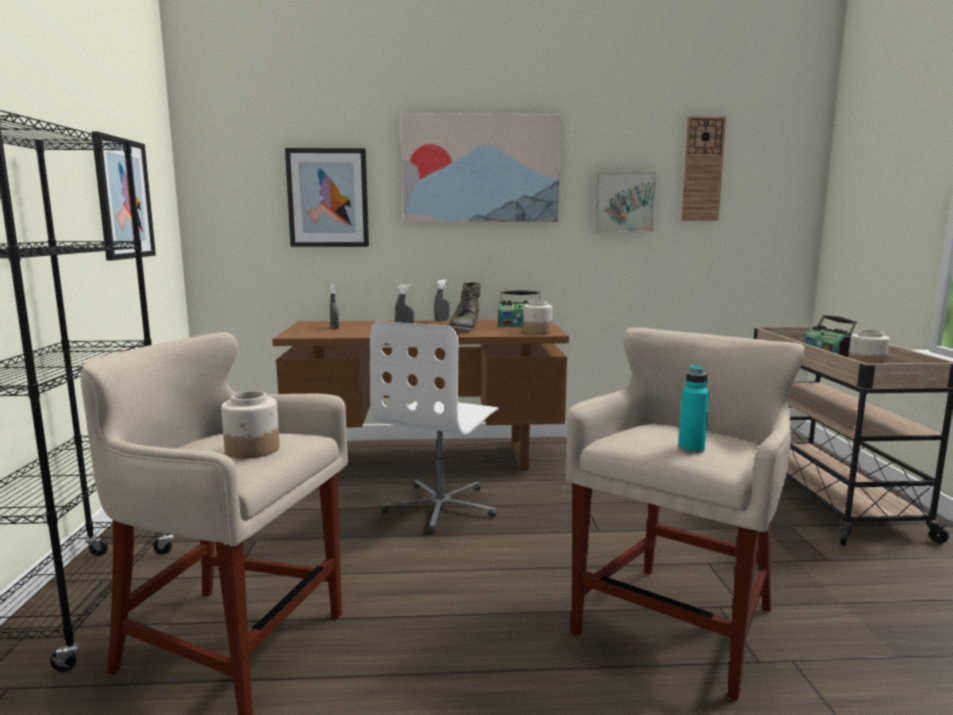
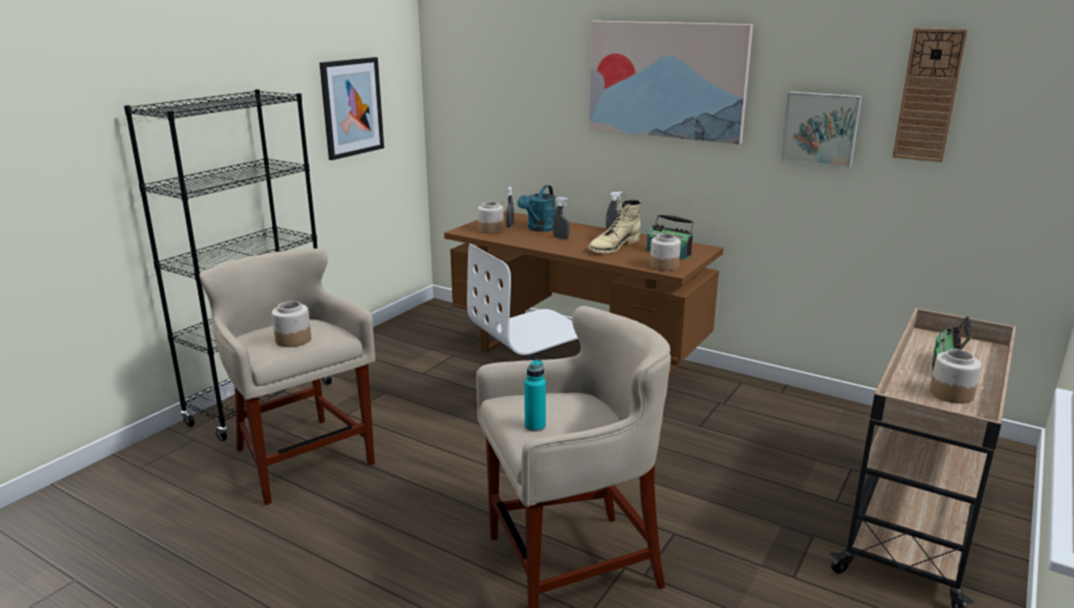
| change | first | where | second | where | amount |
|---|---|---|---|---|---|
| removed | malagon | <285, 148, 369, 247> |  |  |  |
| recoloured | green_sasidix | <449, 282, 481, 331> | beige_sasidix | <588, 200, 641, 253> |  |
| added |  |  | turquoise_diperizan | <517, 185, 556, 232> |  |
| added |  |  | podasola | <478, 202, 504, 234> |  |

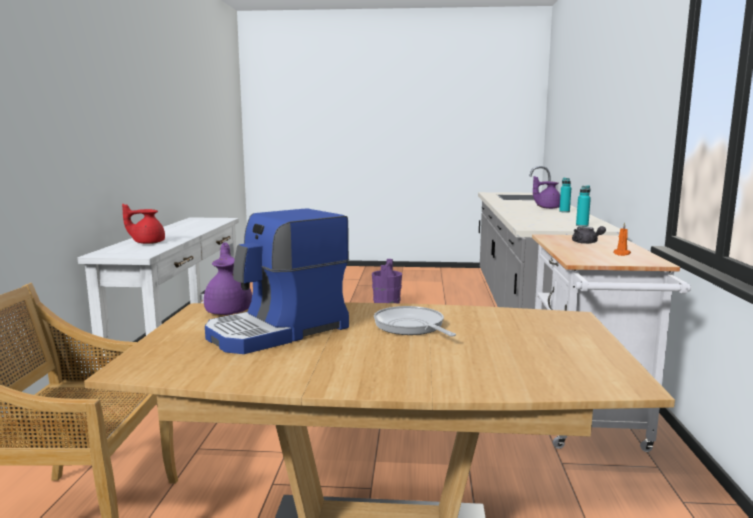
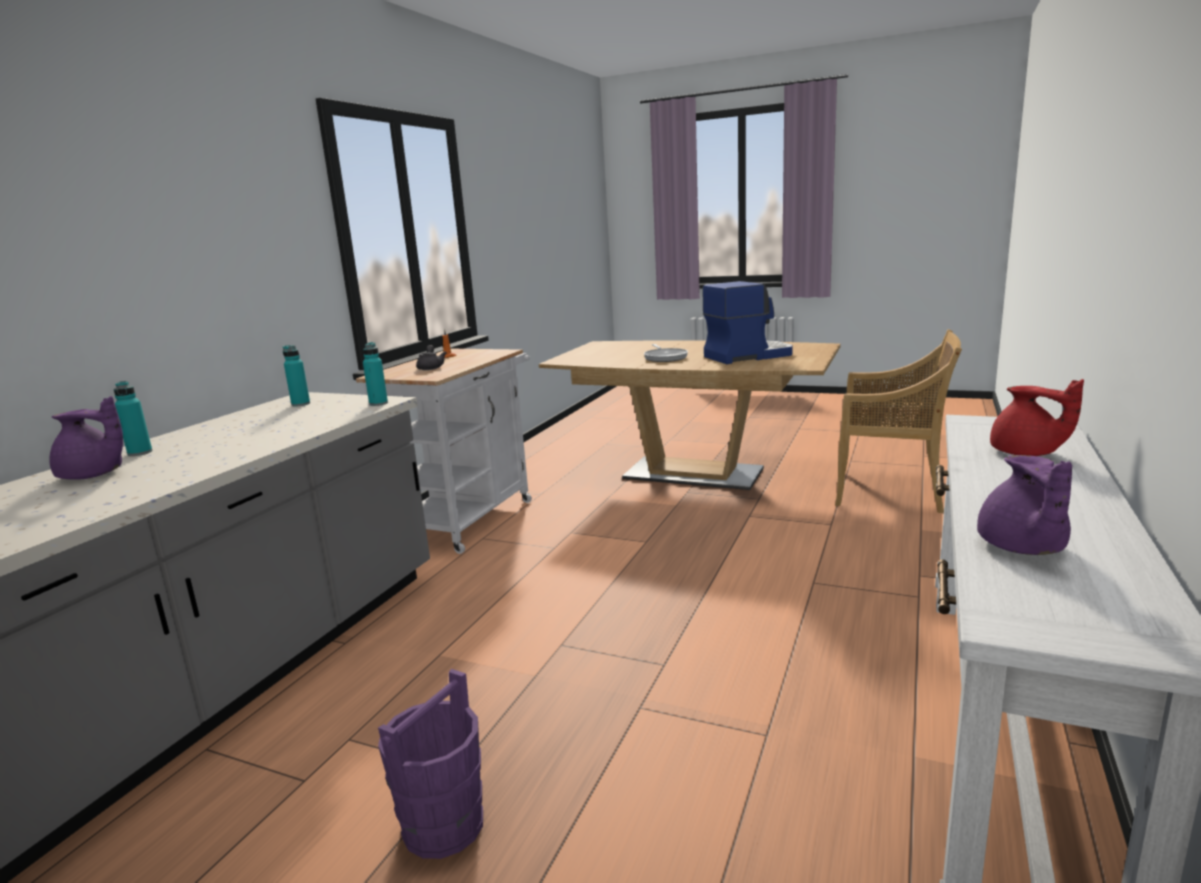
| change | first | where | second | where | amount |
|---|---|---|---|---|---|
| turned | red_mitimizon | <122, 204, 165, 244> |  | <990, 379, 1084, 456> | 45 degrees clockwise |
| moved | purple_mitimizon | <204, 242, 252, 315> |  | <977, 455, 1072, 555> |  |
| added |  |  | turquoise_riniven | <363, 342, 388, 406> |  |

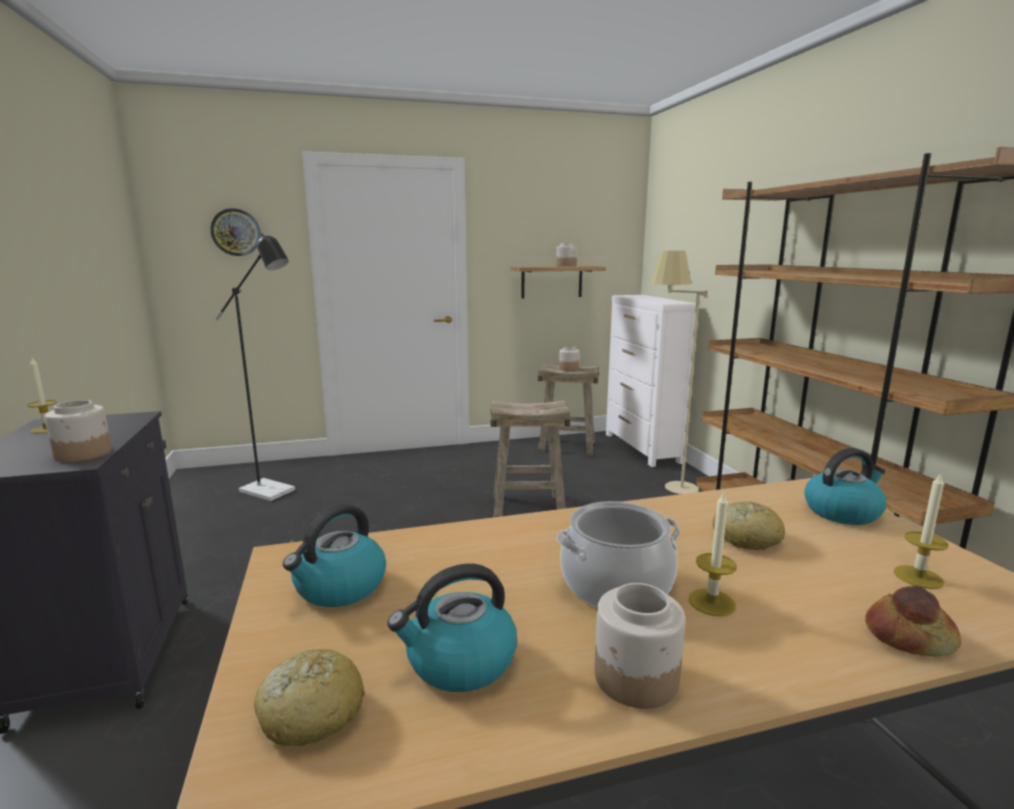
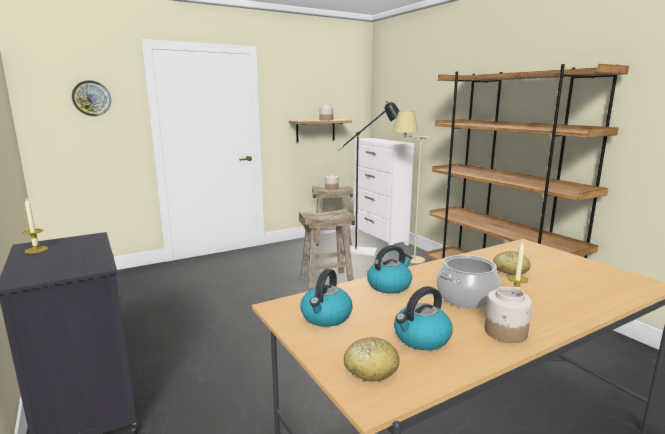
| change | first | where | second | where | amount |
|---|---|---|---|---|---|
| moved | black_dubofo | <215, 233, 295, 501> |  | <337, 101, 399, 256> |  |
| removed | podasola | <45, 400, 112, 462> |  |  |  |
| moved | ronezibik | <804, 448, 886, 525> |  | <367, 245, 413, 294> |  |
| removed | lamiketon | <894, 472, 948, 589> |  |  |  |
| removed | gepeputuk | <865, 586, 961, 657> |  |  |  |

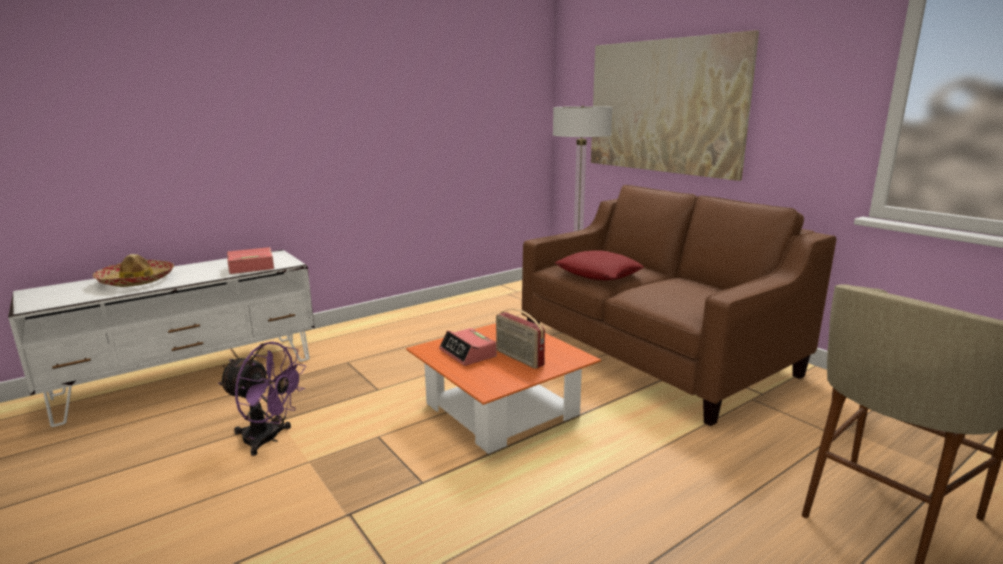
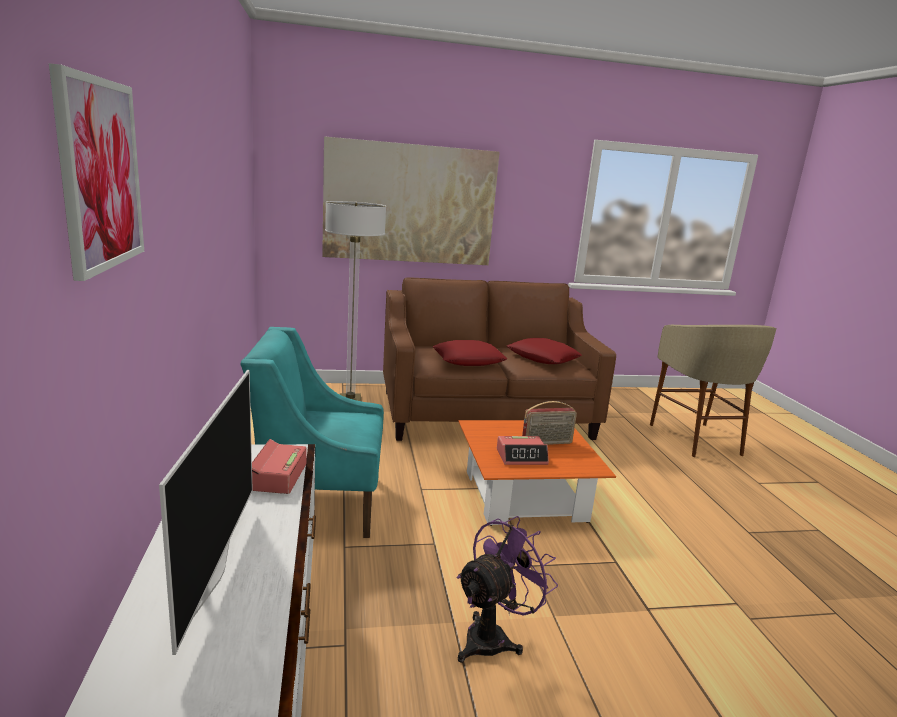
| change | first | where | second | where | amount |
|---|---|---|---|---|---|
| replaced | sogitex | <93, 254, 174, 287> | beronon | <159, 370, 253, 655> |  |
| added |  |  | malagon | <49, 63, 144, 281> |  |
| added |  |  | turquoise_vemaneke | <241, 327, 384, 538> |  |
| added |  |  | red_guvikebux | <507, 338, 582, 364> |  |

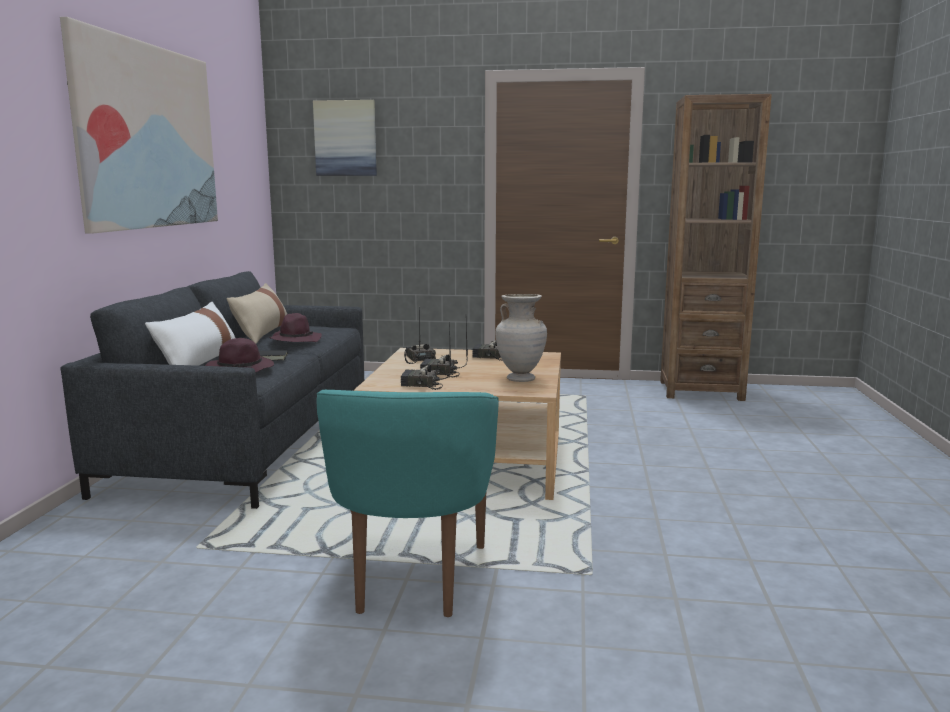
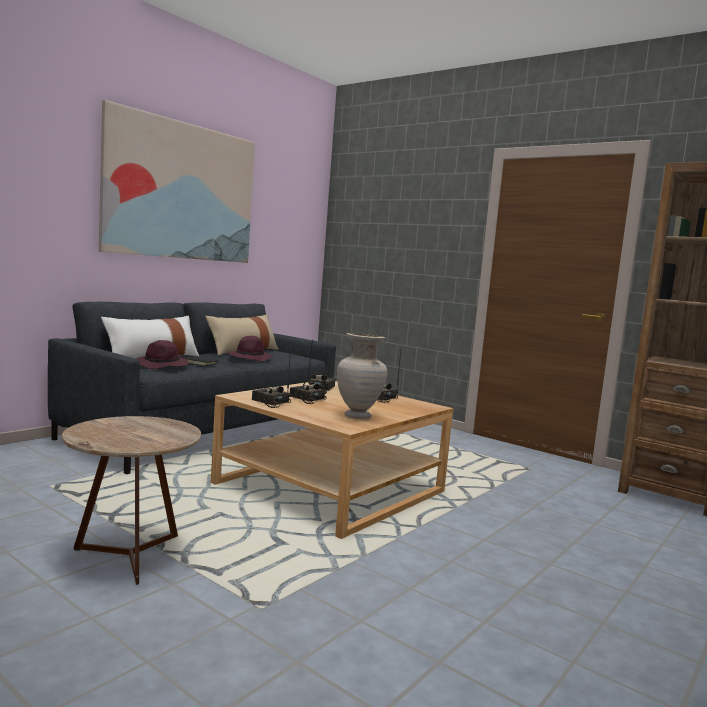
| change | first | where | second | where | amount |
|---|---|---|---|---|---|
| removed | malagon | <313, 100, 377, 176> |  |  |  |
| replaced | turquoise_vemaneke | <317, 390, 499, 617> | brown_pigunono | <62, 416, 201, 585> |  |

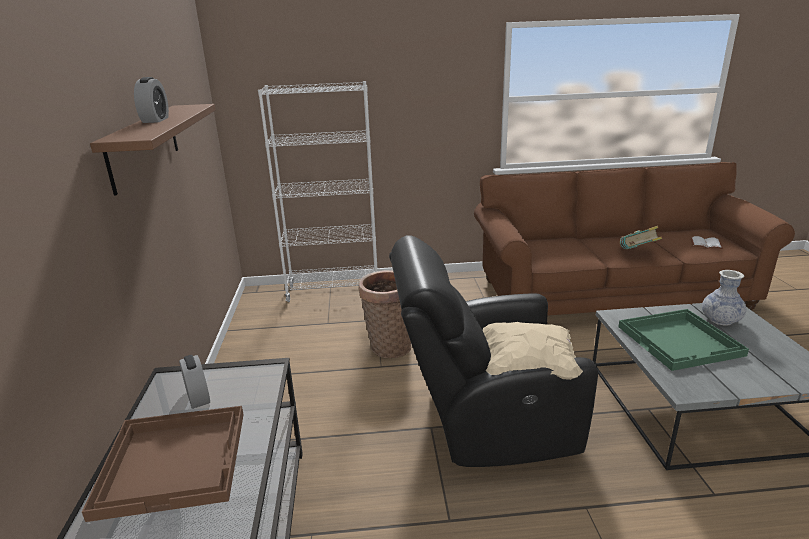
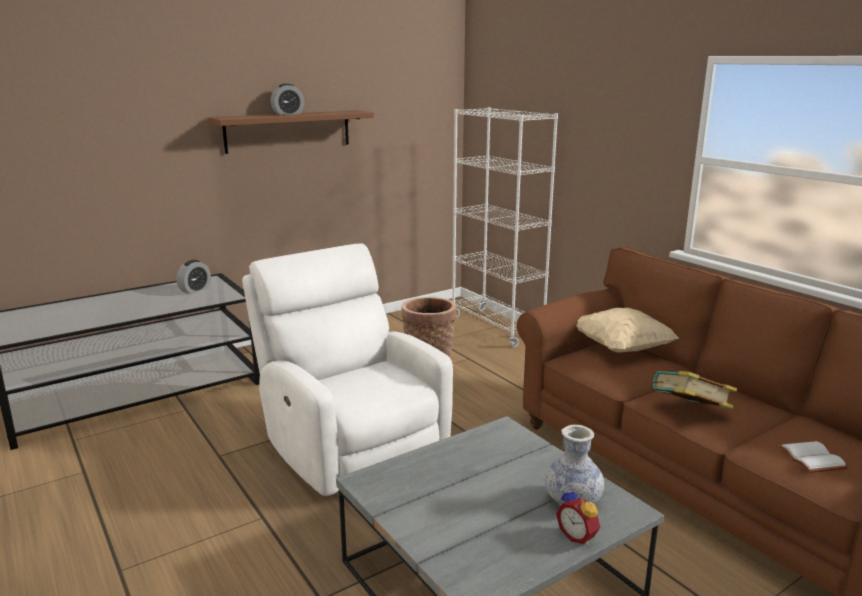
| change | first | where | second | where | amount |
|---|---|---|---|---|---|
| recoloured | black_vemaneke | <389, 235, 598, 467> | white_vemaneke | <242, 243, 453, 496> |  |
| removed | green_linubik | <618, 309, 749, 371> |  |  |  |
| moved | beige_guvikebux | <483, 322, 583, 380> |  | <577, 308, 679, 353> |  |
| removed | brown_linubik | <82, 406, 244, 522> |  |  |  |
| added |  |  | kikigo | <556, 488, 600, 545> |  |

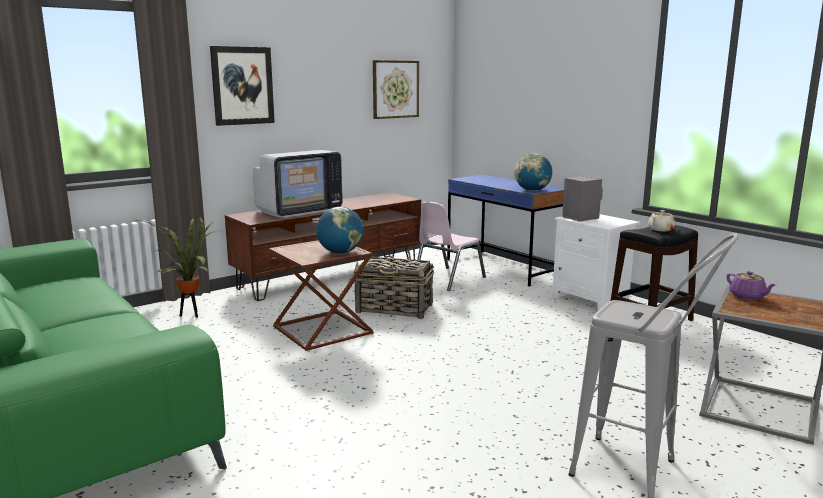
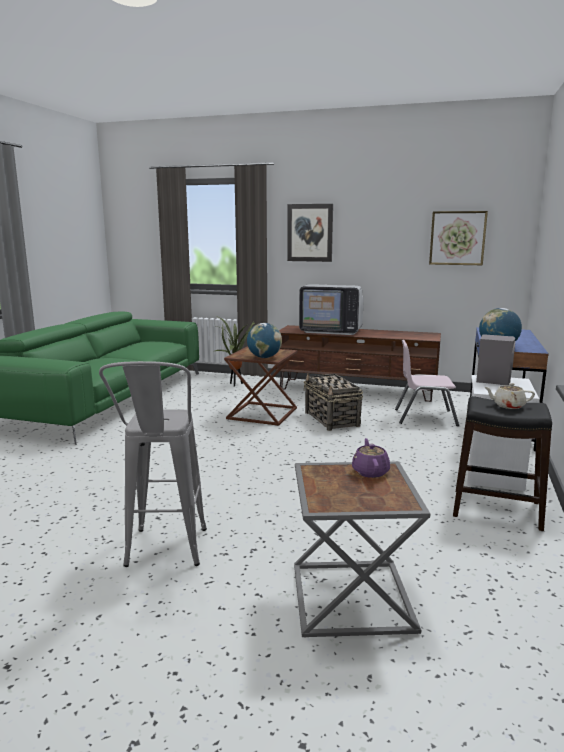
| change | first | where | second | where | amount |
|---|---|---|---|---|---|
| turned | purple_mitimizon | <726, 271, 776, 300> |  | <352, 438, 390, 478> | 150 degrees clockwise |

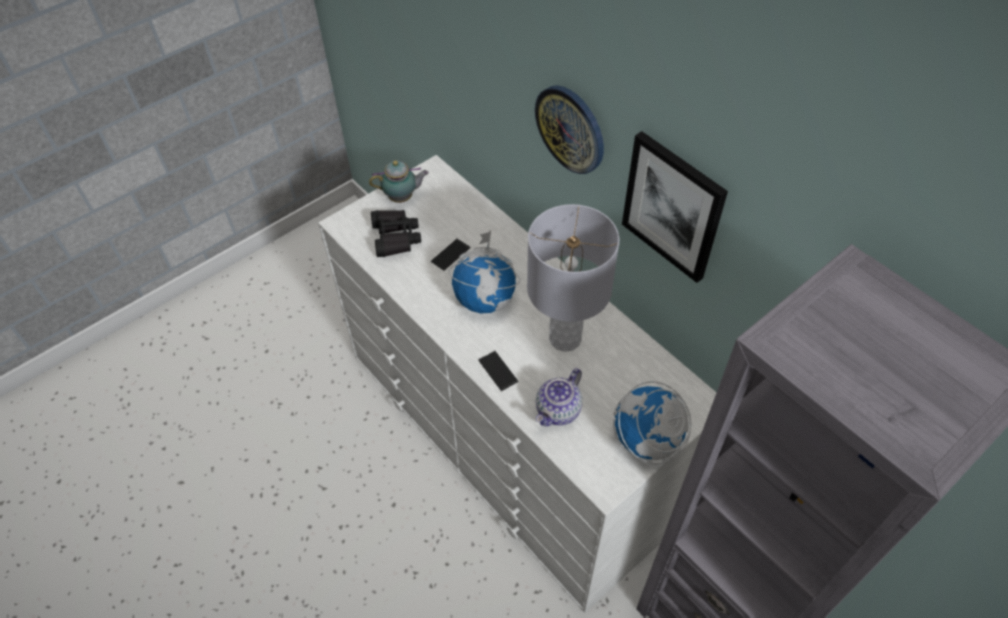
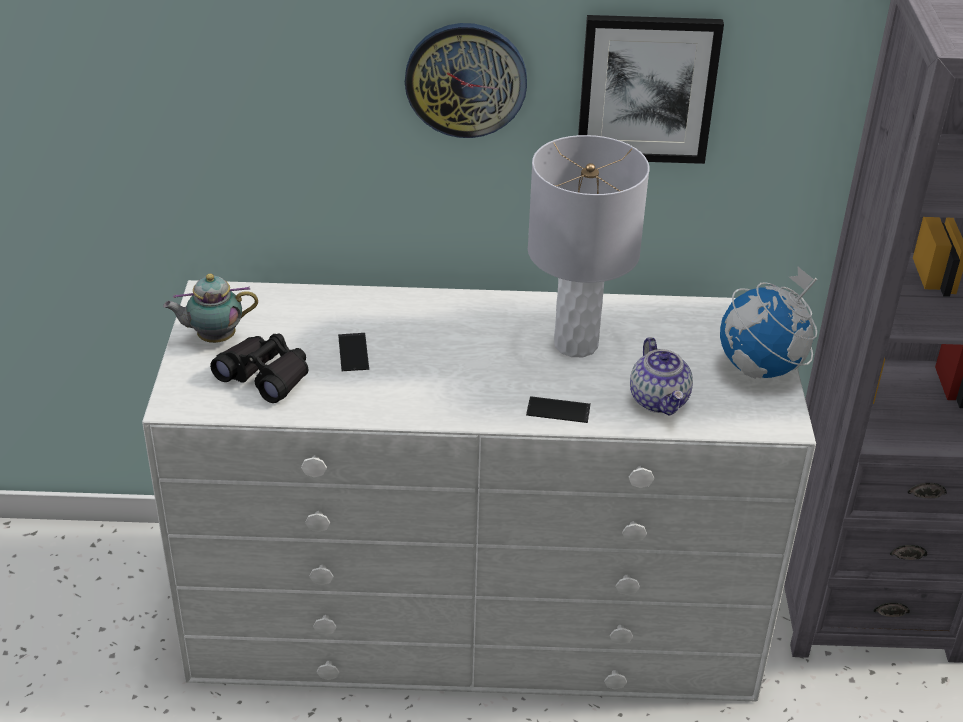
| change | first | where | second | where | amount |
|---|---|---|---|---|---|
| turned | mitimizon | <369, 160, 429, 203> |  | <163, 274, 258, 343> | 135 degrees counterclockwise |
| removed | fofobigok | <448, 230, 520, 313> |  |  |  |

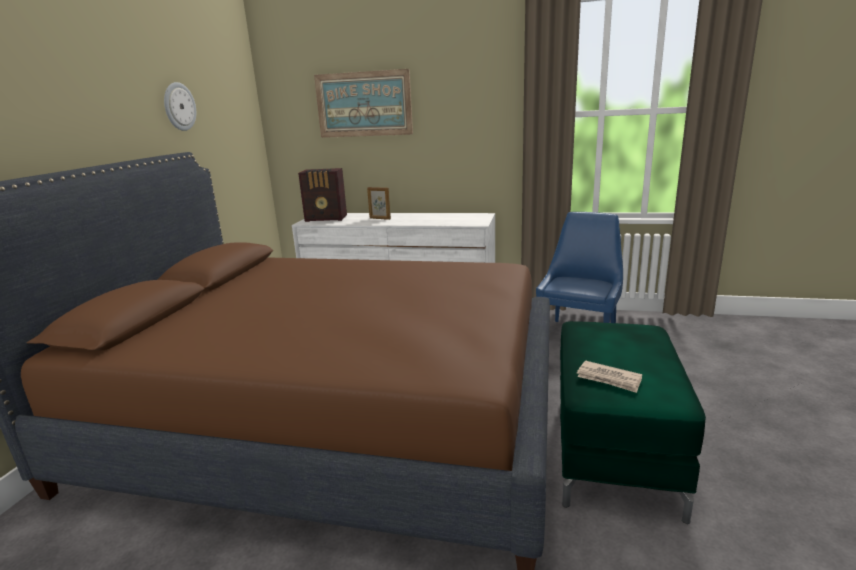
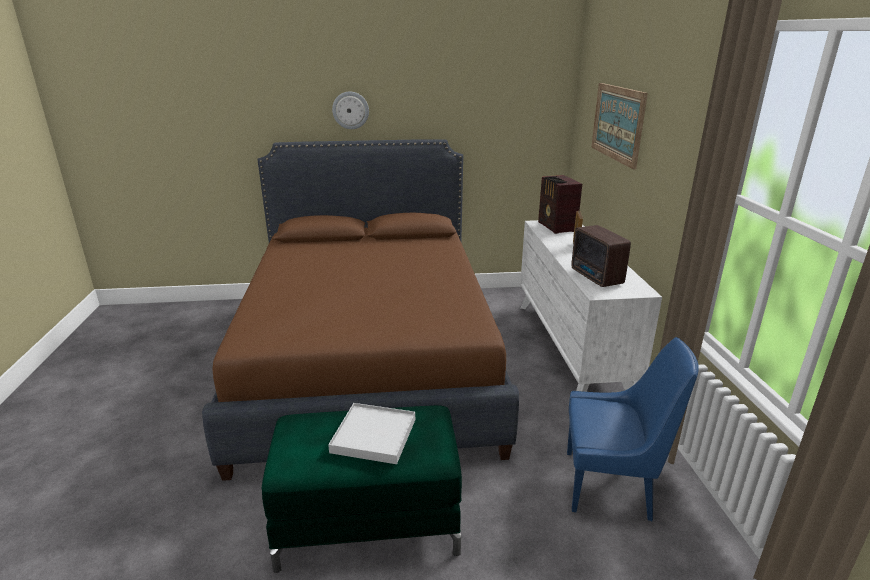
| change | first | where | second | where | amount |
|---|---|---|---|---|---|
| moved | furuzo | <164, 82, 196, 131> |  | <332, 91, 369, 129> |  |
| removed | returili | <577, 361, 642, 393> |  |  |  |
| added |  |  | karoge | <571, 225, 631, 287> |  |
| added |  |  | white_linubik | <328, 403, 415, 464> |  |

